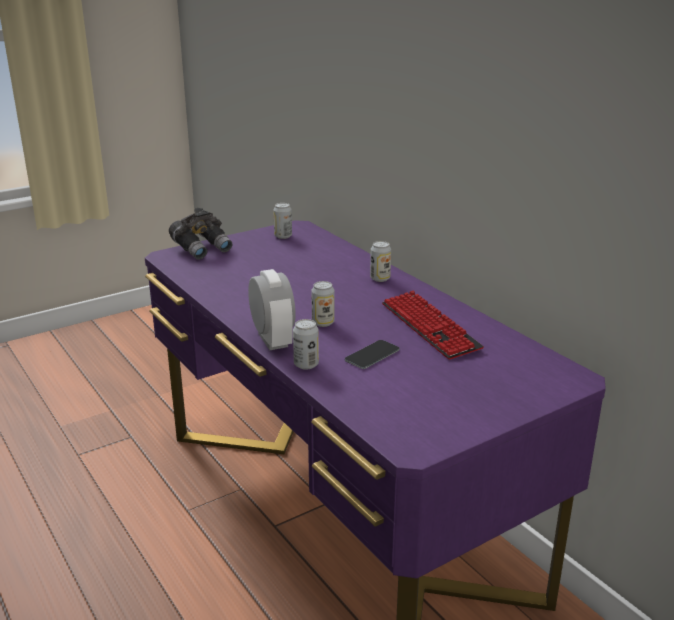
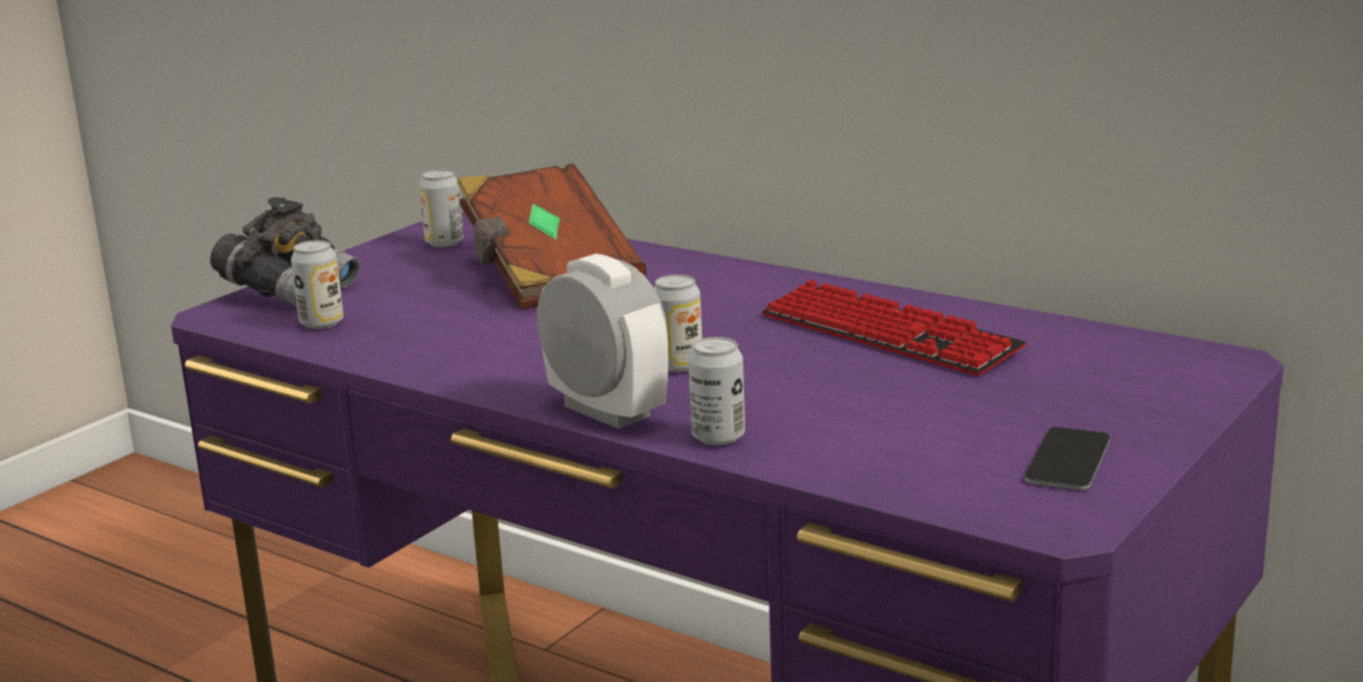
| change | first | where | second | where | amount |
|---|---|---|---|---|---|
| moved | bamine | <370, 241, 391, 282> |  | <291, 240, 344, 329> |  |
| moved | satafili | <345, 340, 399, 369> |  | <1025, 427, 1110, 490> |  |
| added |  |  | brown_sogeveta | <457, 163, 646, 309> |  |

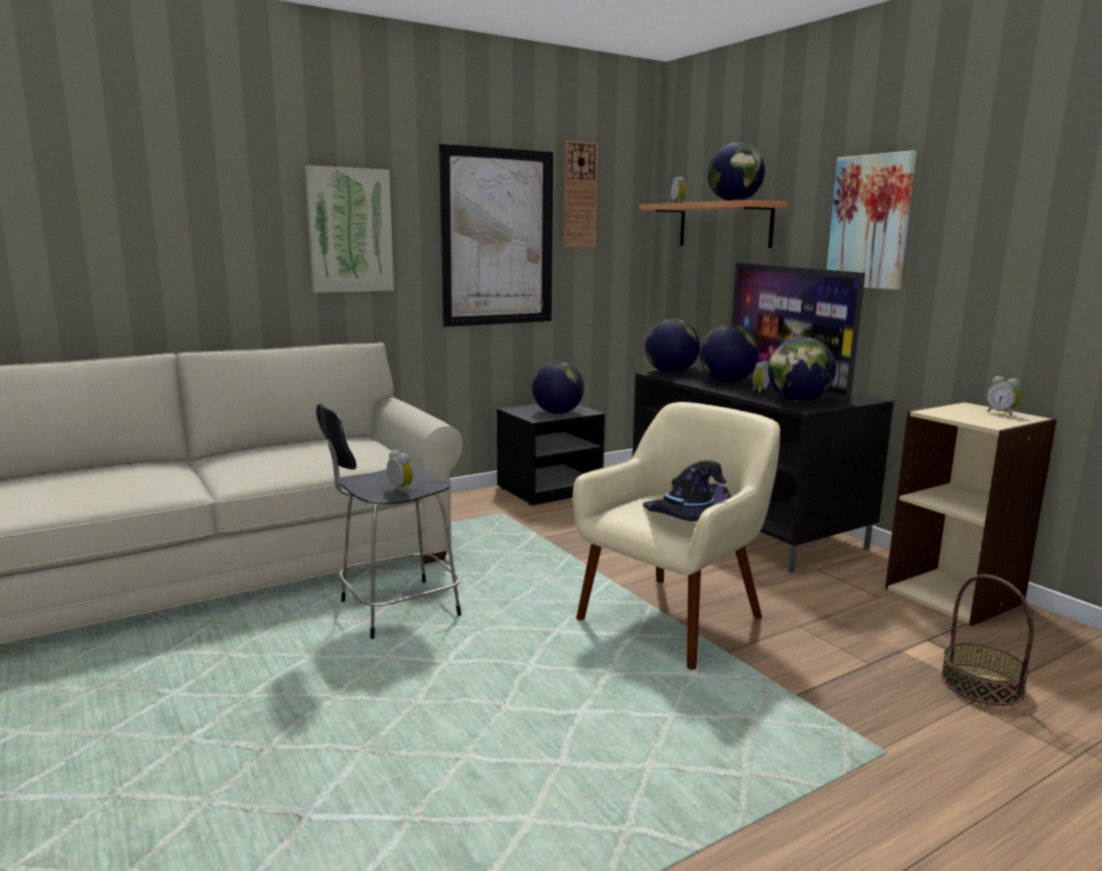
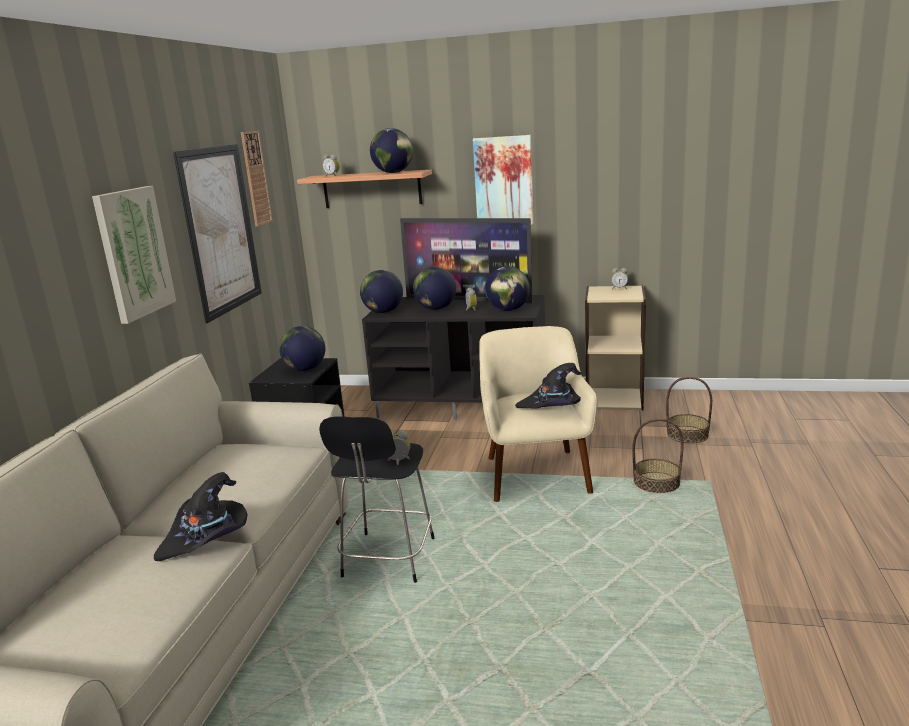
| change | first | where | second | where | amount |
|---|---|---|---|---|---|
| added |  |  | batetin | <632, 418, 684, 493> |  |
| added |  |  | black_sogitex | <154, 472, 248, 561> |  |

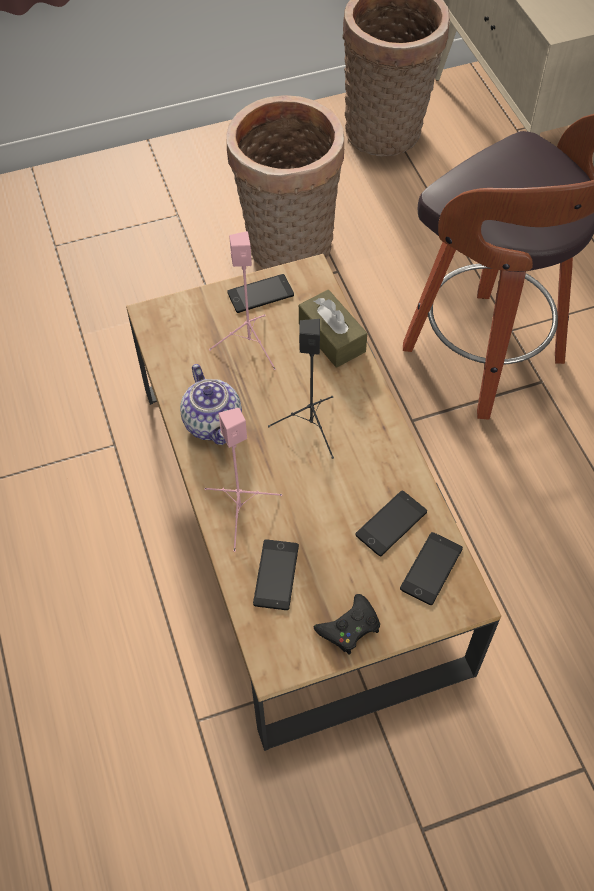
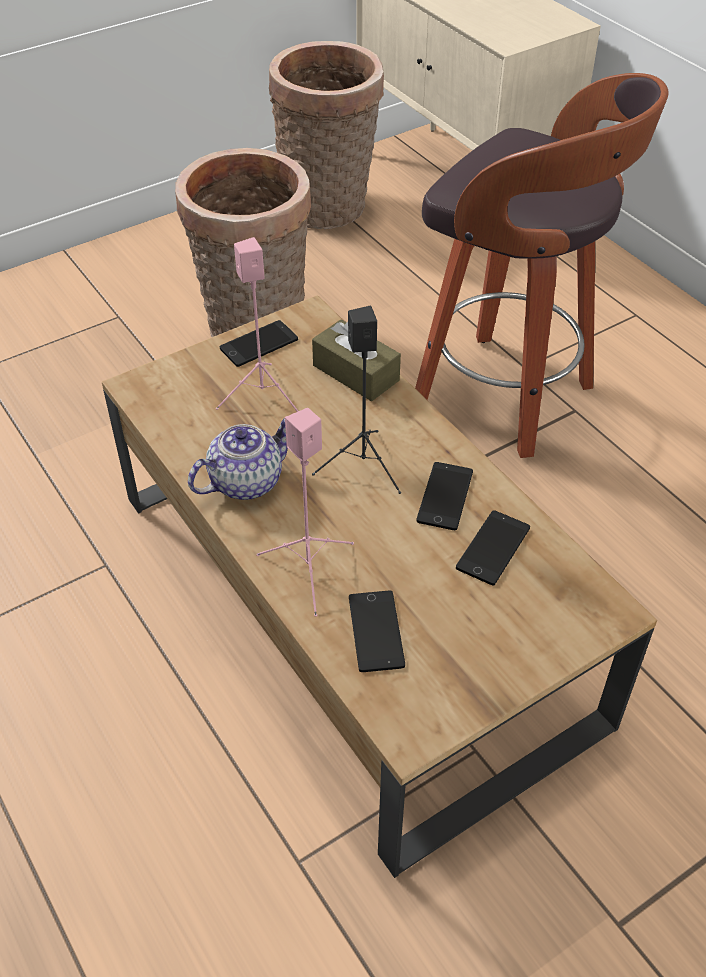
| change | first | where | second | where | amount |
|---|---|---|---|---|---|
| turned | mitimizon | <180, 364, 242, 445> |  | <188, 418, 288, 500> | 90 degrees counterclockwise |
| moved | satafili | <400, 532, 463, 605> |  | <416, 462, 473, 530> |  |
| removed | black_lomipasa | <314, 594, 380, 655> |  |  |  |

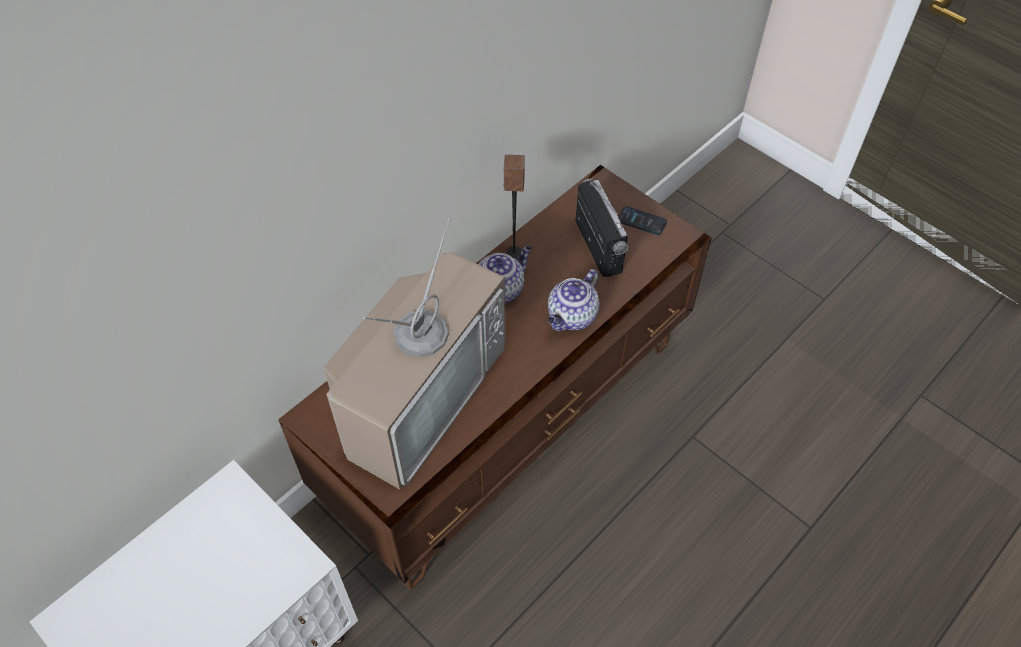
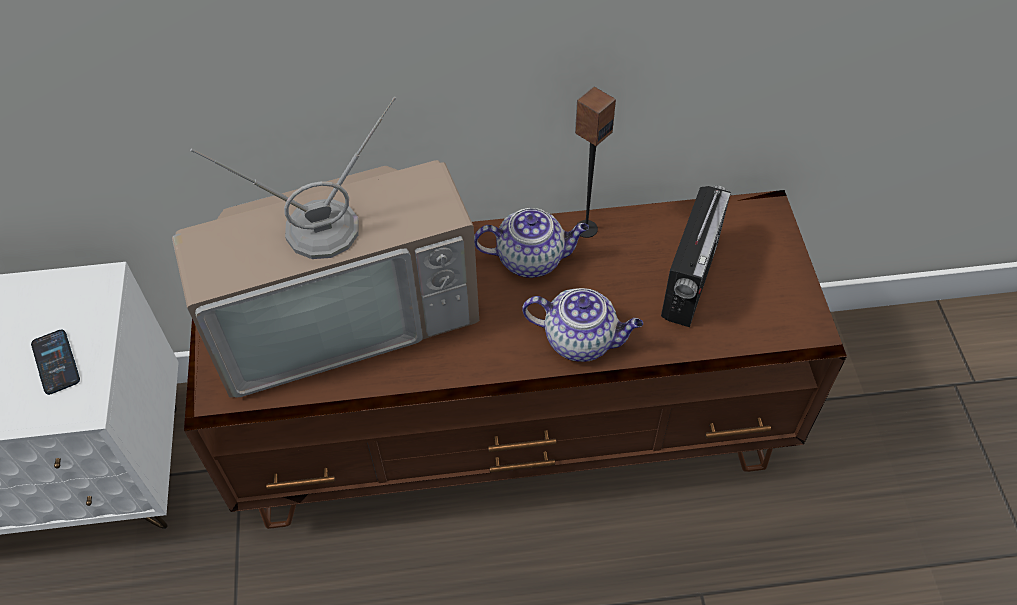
| change | first | where | second | where | amount |
|---|---|---|---|---|---|
| moved | satafili | <618, 206, 667, 235> |  | <31, 330, 80, 395> |  |
| turned | mitimizon | <548, 269, 600, 331> |  | <522, 288, 643, 362> | 150 degrees counterclockwise |

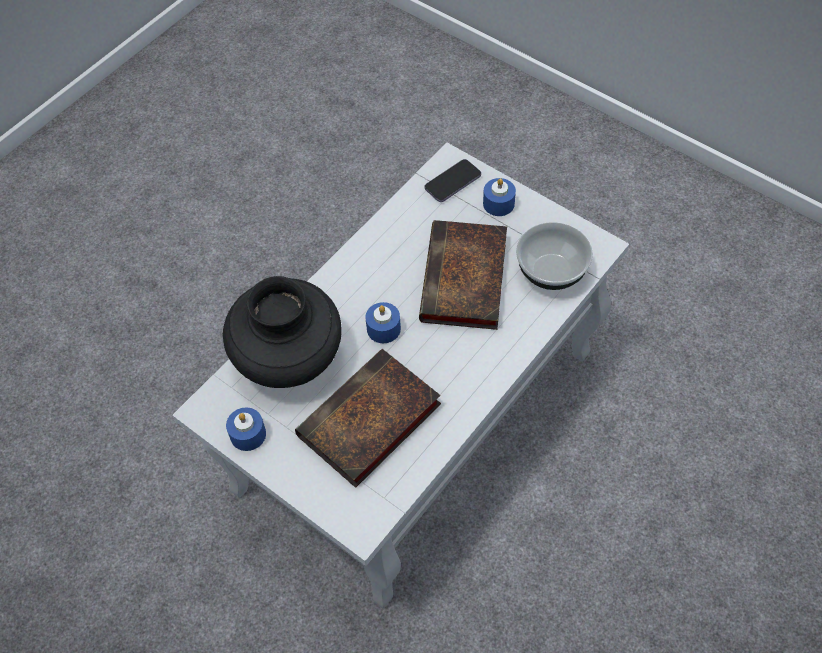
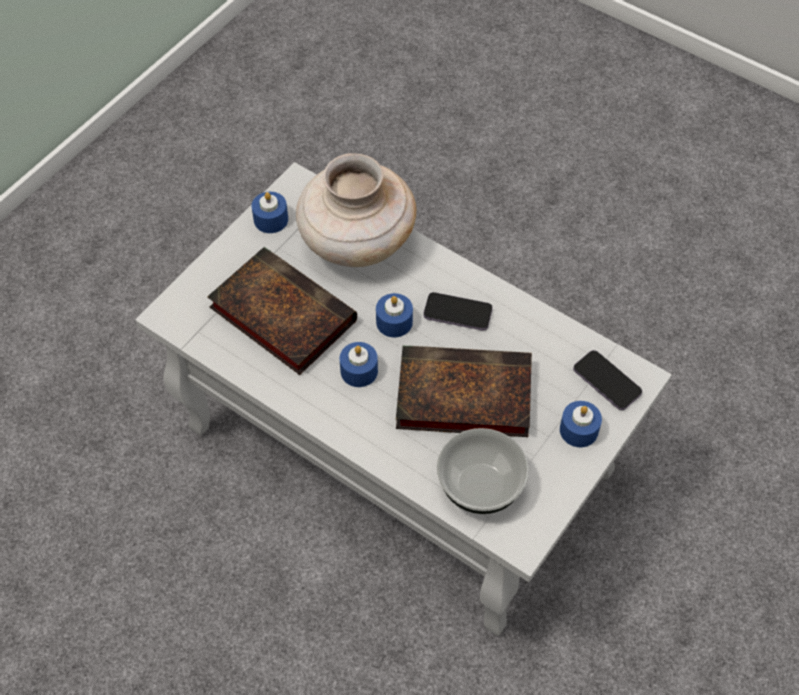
| change | first | where | second | where | amount |
|---|---|---|---|---|---|
| recoloured | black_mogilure | <223, 276, 342, 388> | beige_mogilure | <296, 153, 416, 267> |  |
| added |  |  | satafili | <423, 292, 493, 331> |  |
| added |  |  | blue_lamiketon | <340, 342, 378, 387> |  |

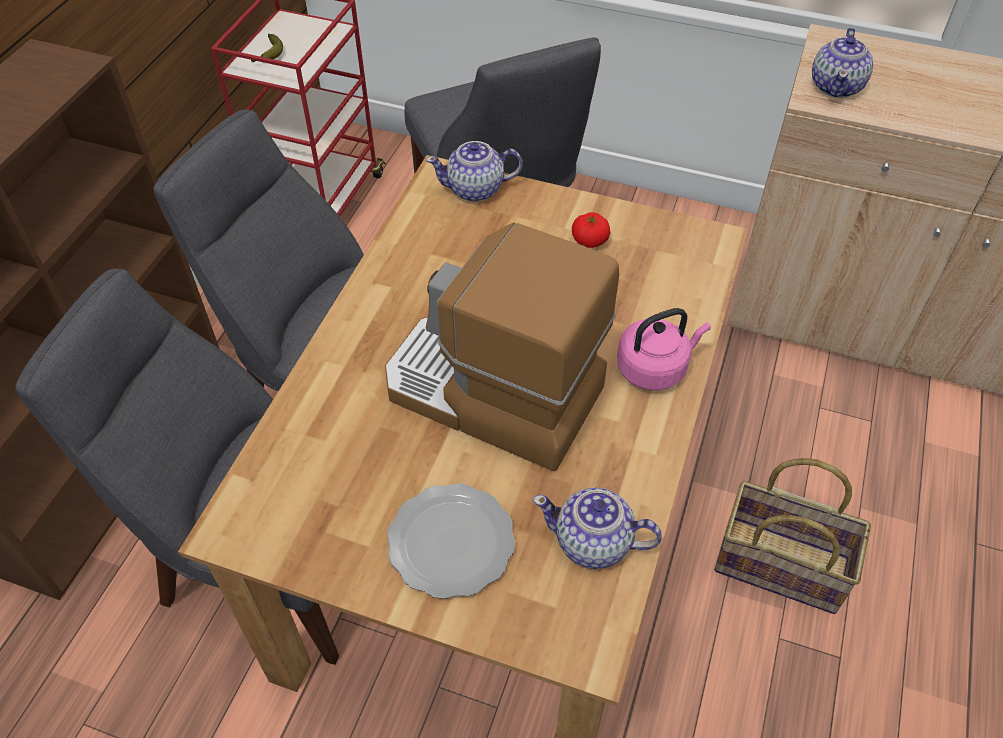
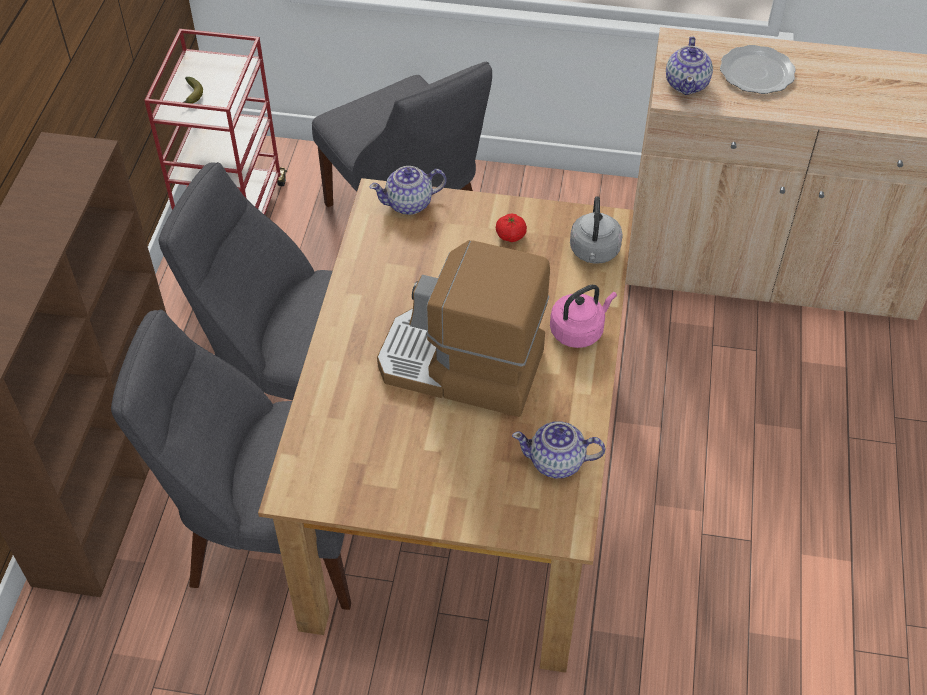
| change | first | where | second | where | amount |
|---|---|---|---|---|---|
| removed | batetin | <714, 458, 871, 614> |  |  |  |
| moved | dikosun | <387, 483, 515, 599> |  | <720, 45, 796, 94> |  |
| added |  |  | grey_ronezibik | <570, 196, 623, 264> |  |

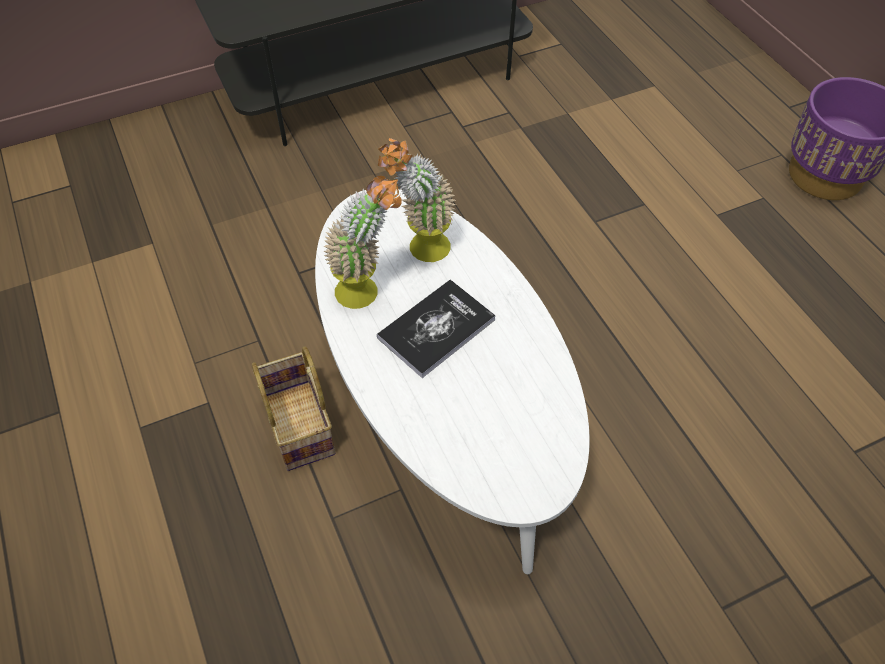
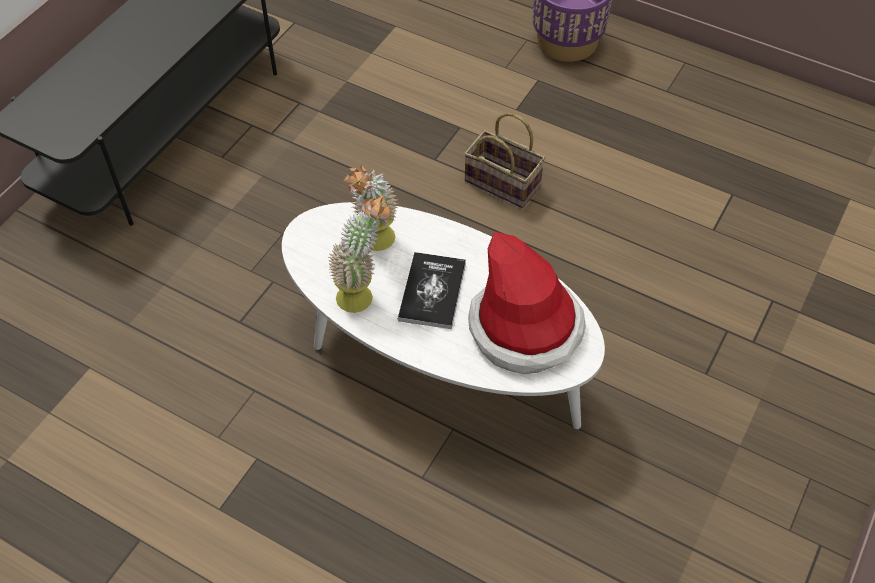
| change | first | where | second | where | amount |
|---|---|---|---|---|---|
| moved | batetin | <252, 347, 335, 471> |  | <464, 112, 545, 208> |  |
| added |  |  | sogitex | <468, 231, 586, 374> |  |

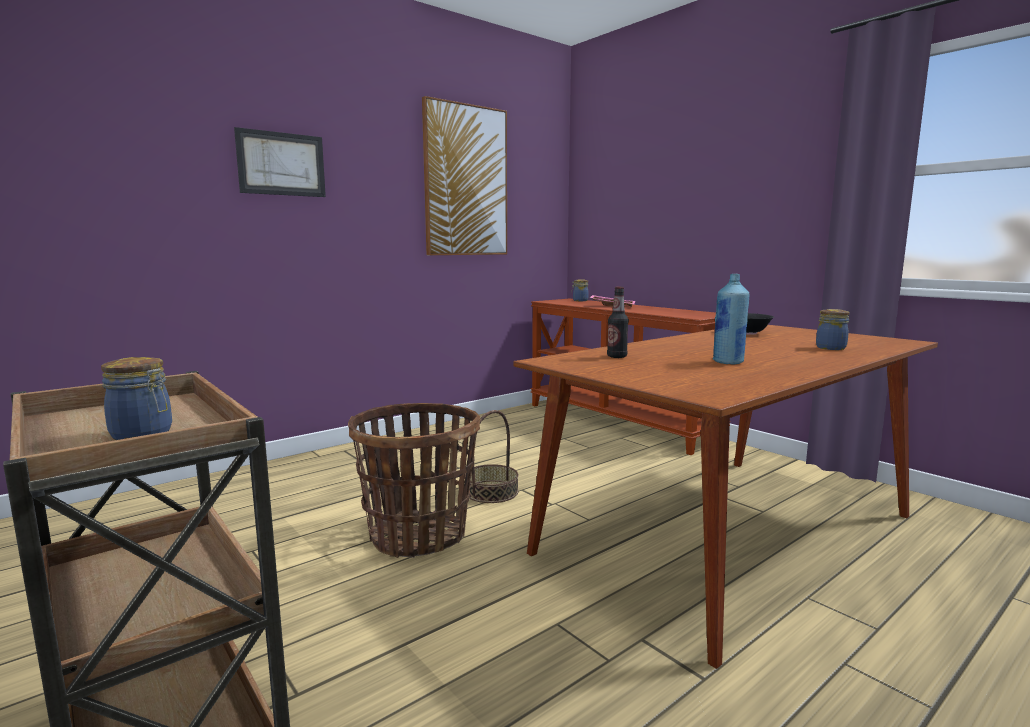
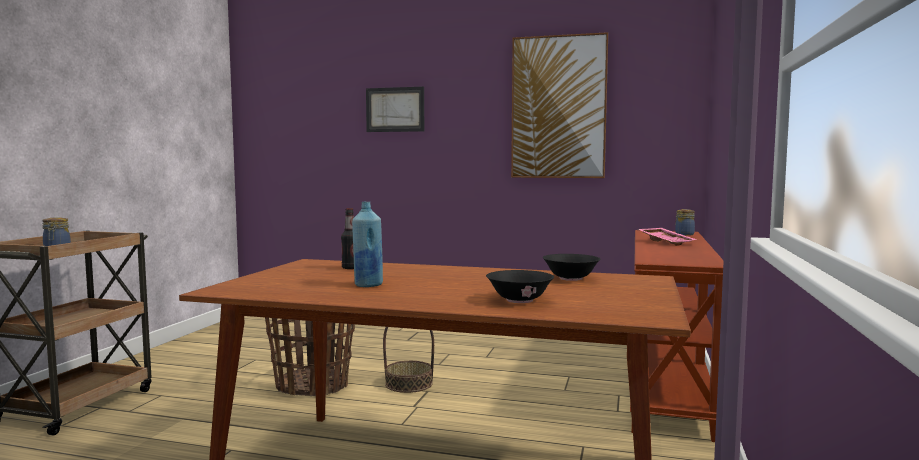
| change | first | where | second | where | amount |
|---|---|---|---|---|---|
| replaced | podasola | <816, 309, 850, 350> | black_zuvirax | <486, 270, 554, 303> |  |

